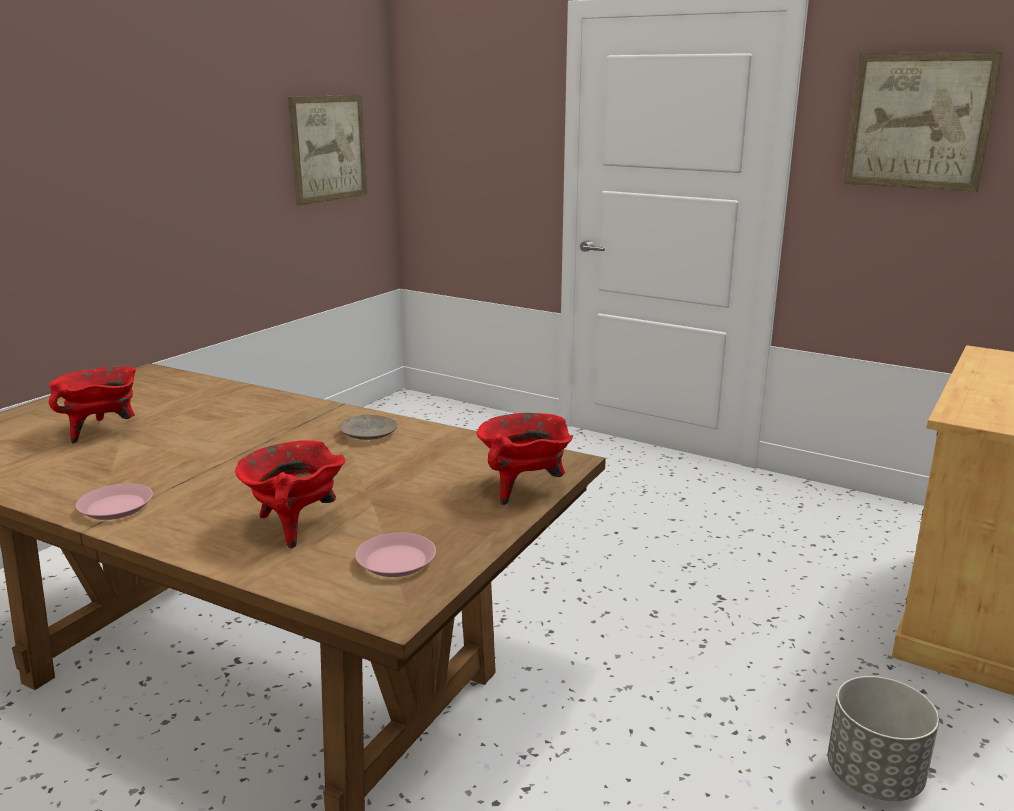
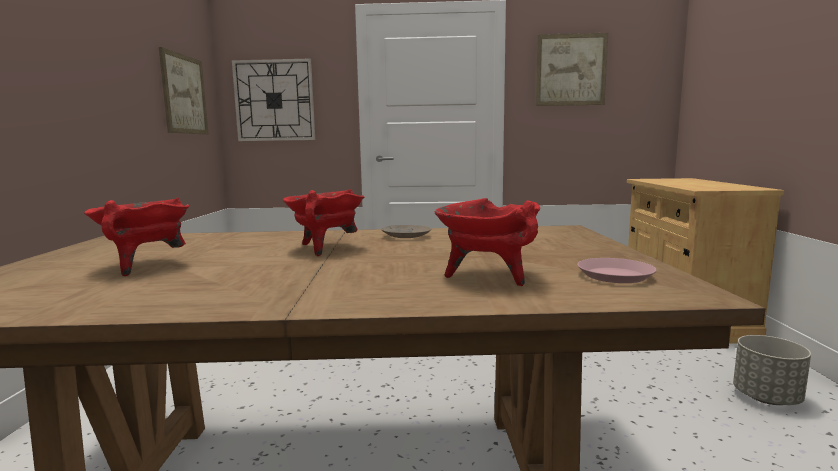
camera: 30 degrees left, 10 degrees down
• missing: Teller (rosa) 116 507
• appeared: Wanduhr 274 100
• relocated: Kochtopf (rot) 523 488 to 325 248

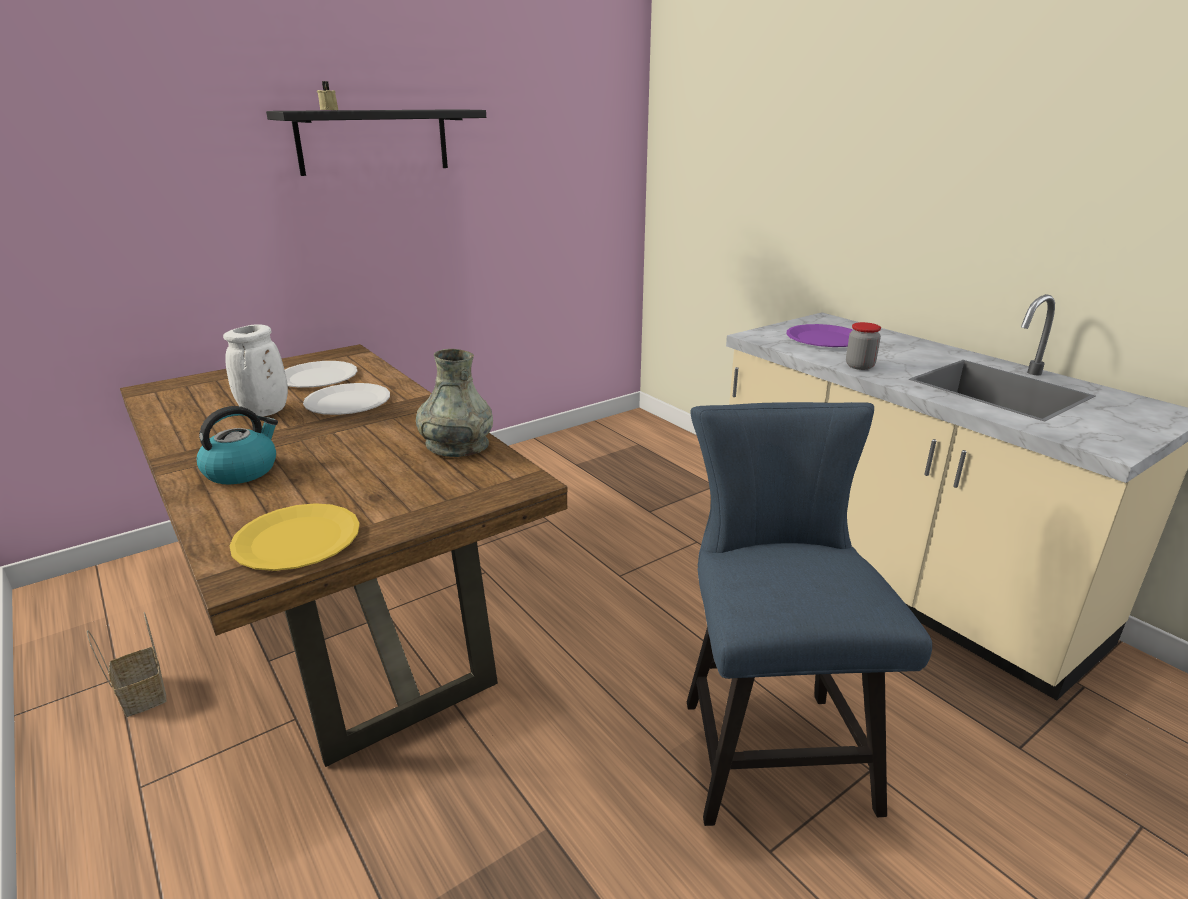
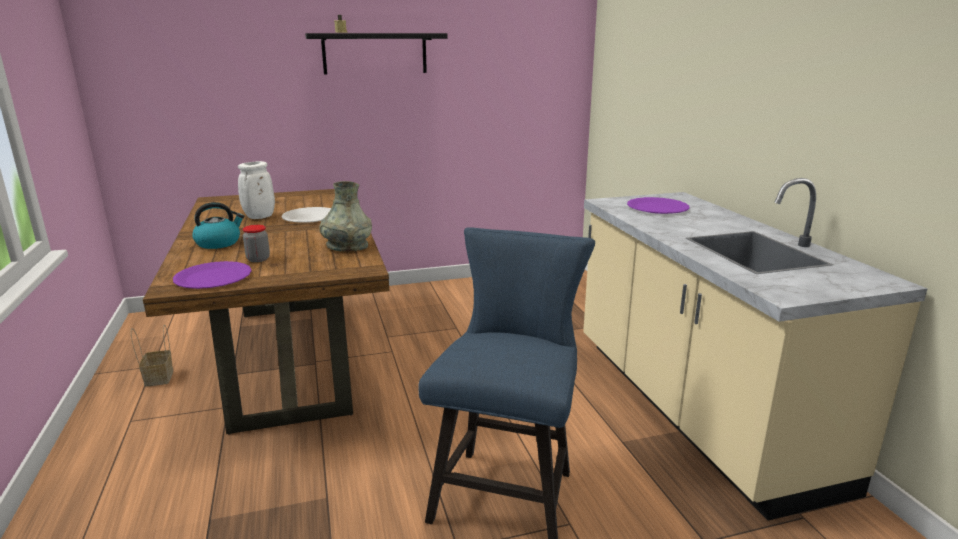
camera: 20 degrees right, 5 degrees down
• missing: Teller (weiß) 318 377
• relocated: Vorratsglas 859 366 to 258 259
• colour: Teller (gelb) 297 540 to Teller (lila) 213 277

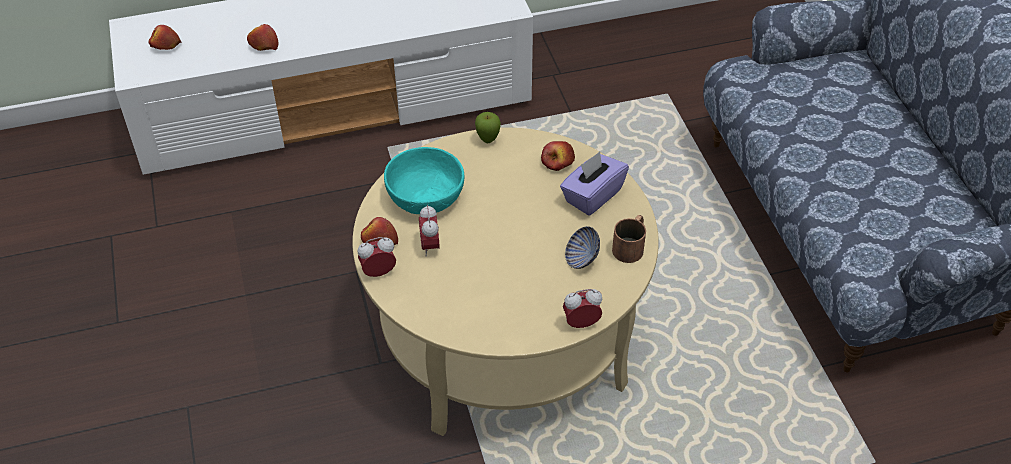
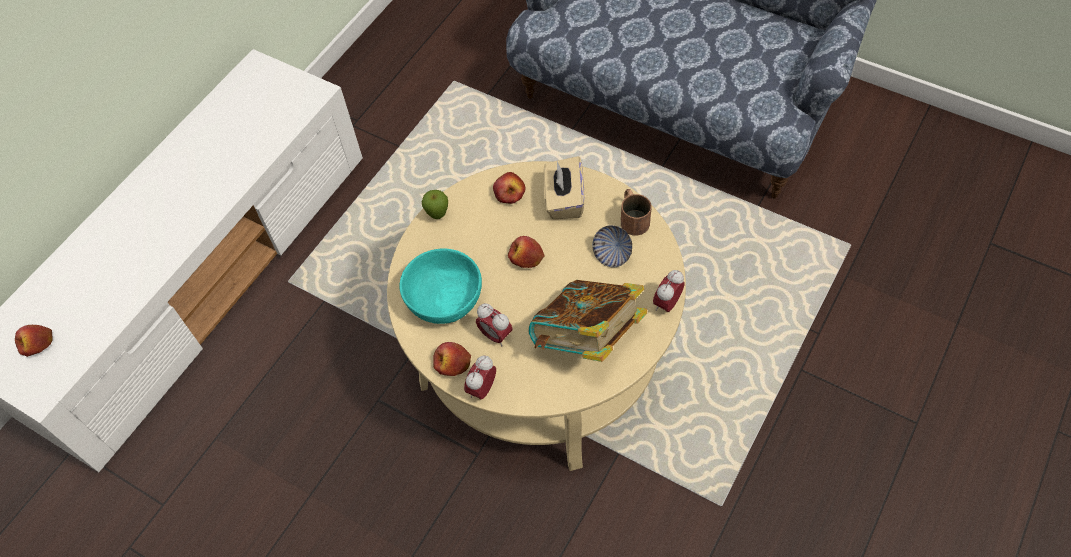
camera: 40 degrees left, 10 degrees up
• appeared: Buch 587 339
• relocated: Apfel 263 45 to 526 258
• colour: Taschentuchbox (lila) 592 195 to Taschentuchbox (beige) 564 200

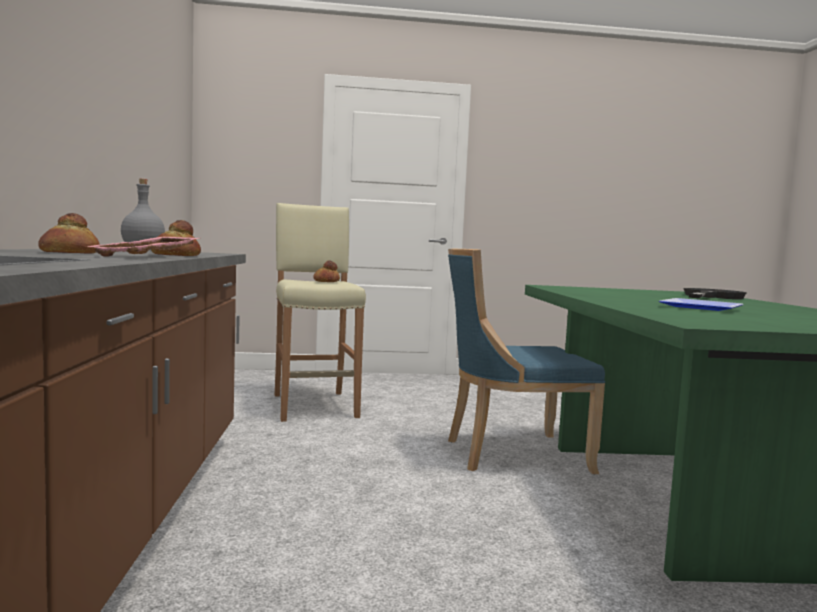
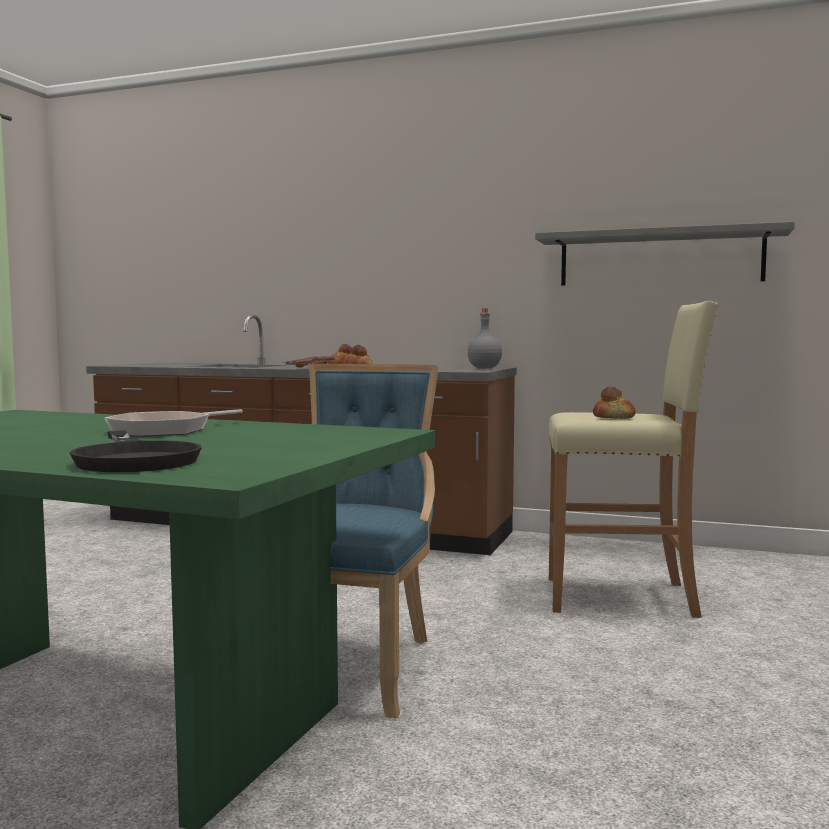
camera: 115 degrees right, 0 degrees up
• missing: Teller 703 308
• appeared: Pfanne 166 430
• appeared: Wandregal (grau) 659 258

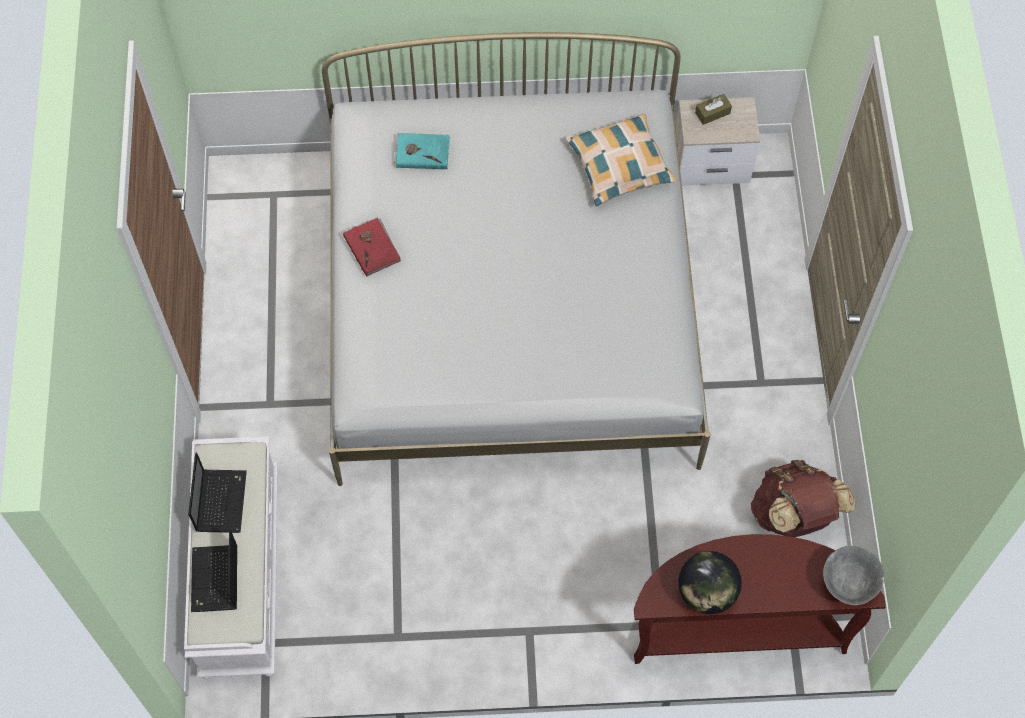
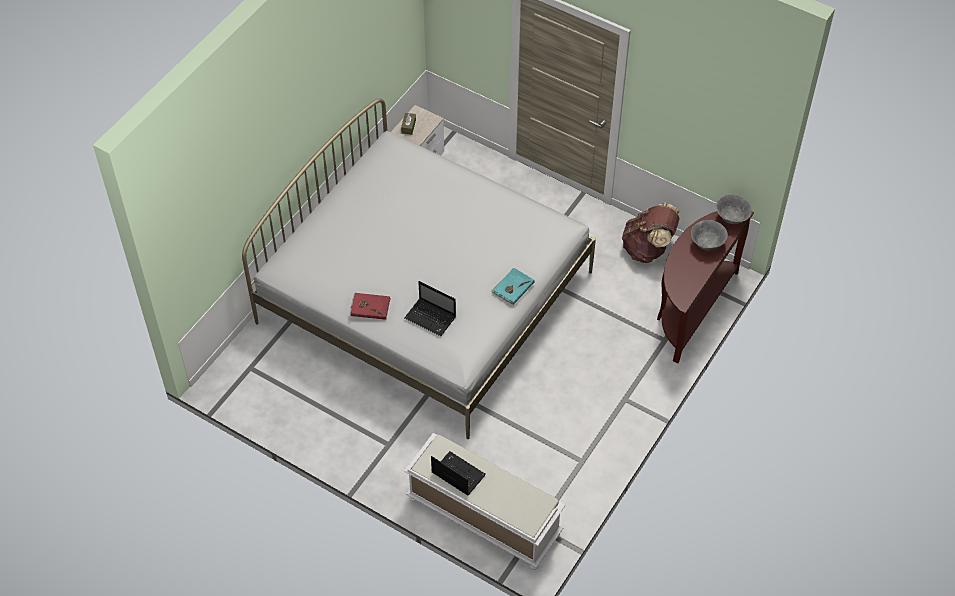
camera: 55 degrees left, 10 degrees down
• missing: Kissen 619 166
• missing: Globus 706 592
• appeared: Schüssel (grau) 707 244
• relocated: Laptop 216 580 to 431 318
• relocated: Buch (türkis) 422 152 to 512 287

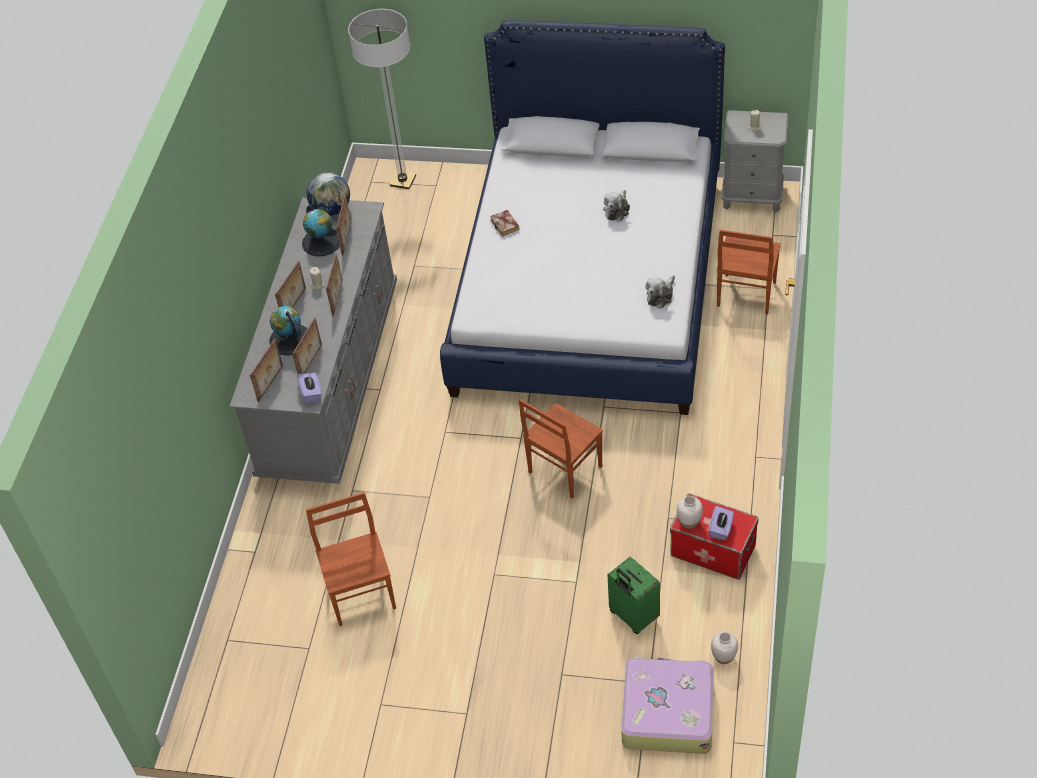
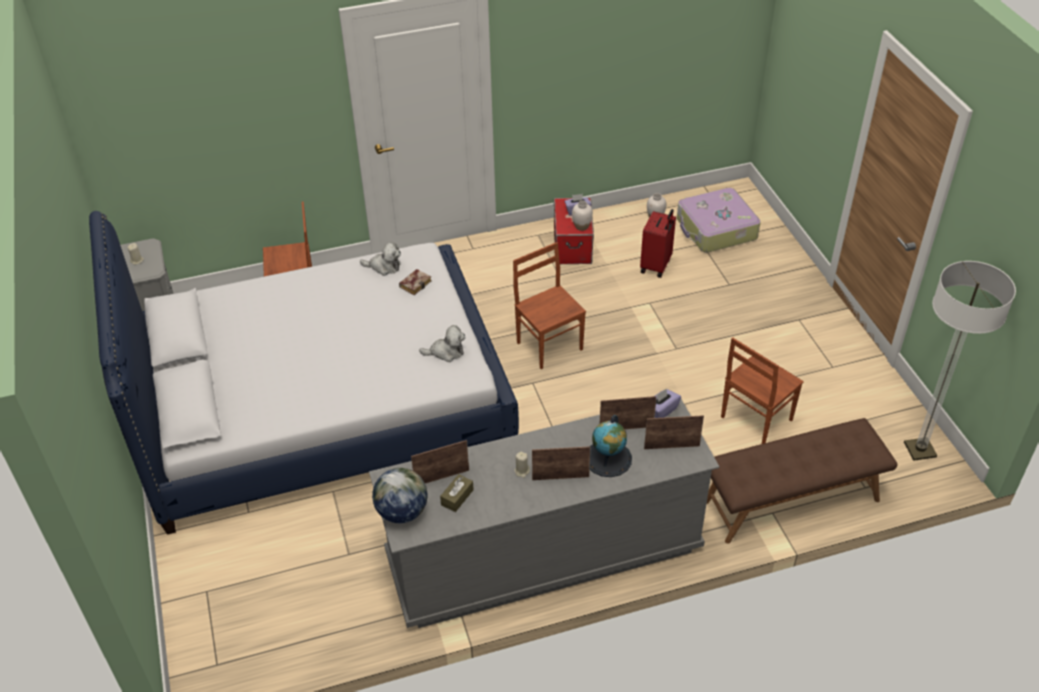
camera: 120 degrees left, 5 degrees down
• missing: Bilderrahmen 338 298
• appeared: Bank (braun) 791 501
• relocated: Stehlampe 403 181 to 920 450
• relocated: Buch 506 226 to 415 283
• relocated: Plüschtier 617 210 to 446 352
• exchanged: Globus 322 242 to Taschentuchbox (braun) 457 497
• colour: Koffer (grün) 632 616 to Koffer (rot) 656 266
• spun: Stuhl (braun) 563 469 = 549 345 135 degrees counterclockwise

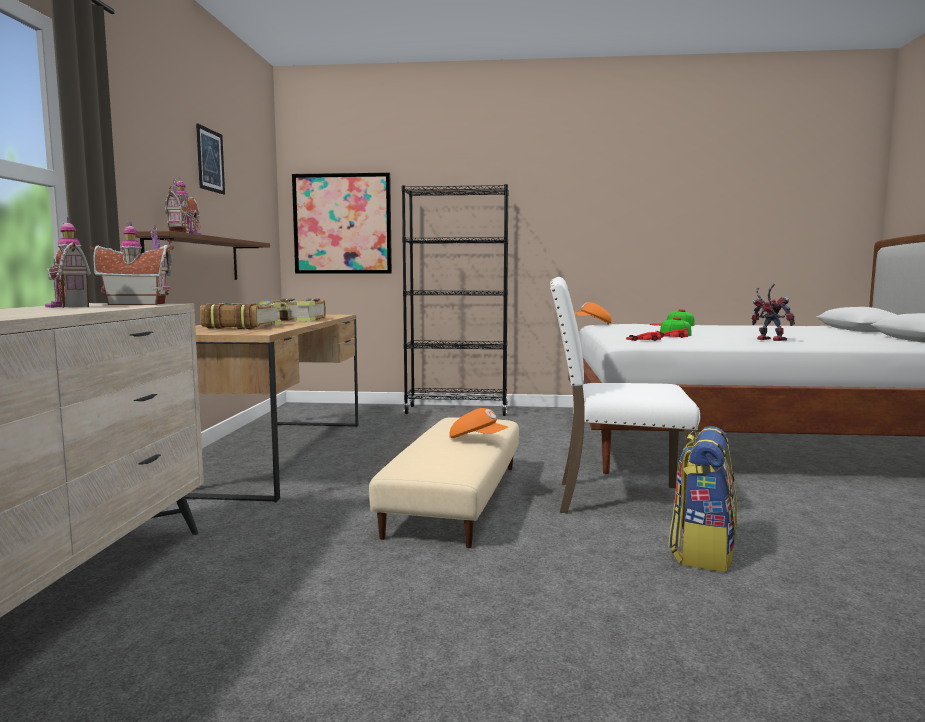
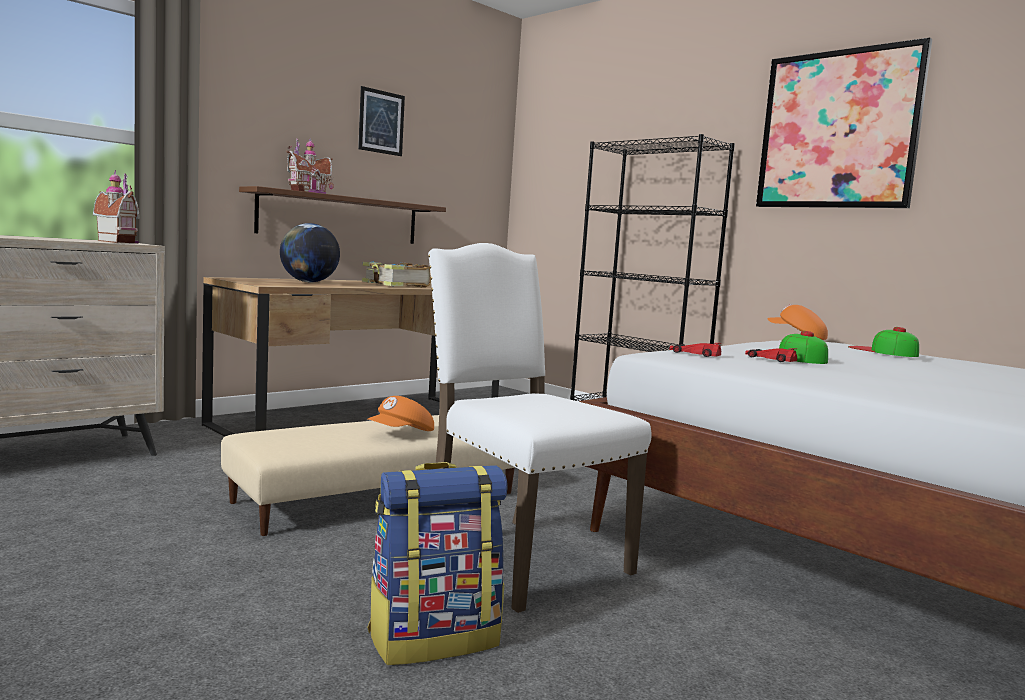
camera: 40 degrees right, 0 degrees up
• missing: Spielzeughaus 67 306
• missing: Spielzeugroboter 768 340
• relocated: Bild 342 224 to 838 130
• exchanged: Buch 241 326 to Globus 309 282
• spun: Kappe (orange) 478 439 = 401 434 60 degrees clockwise

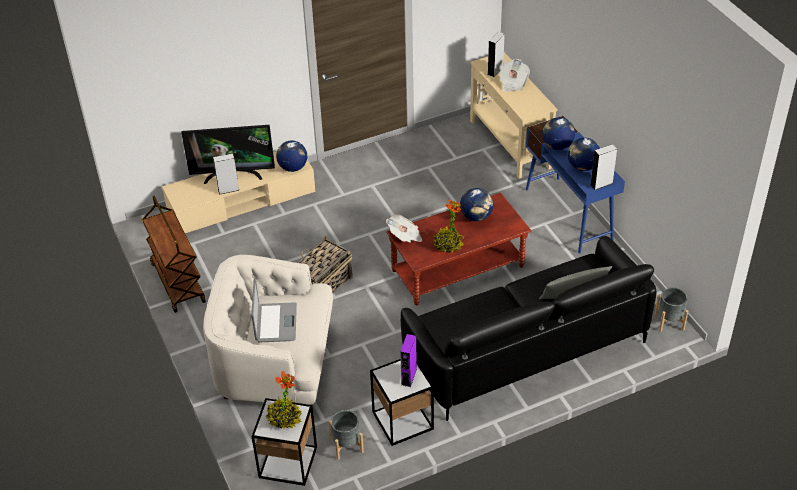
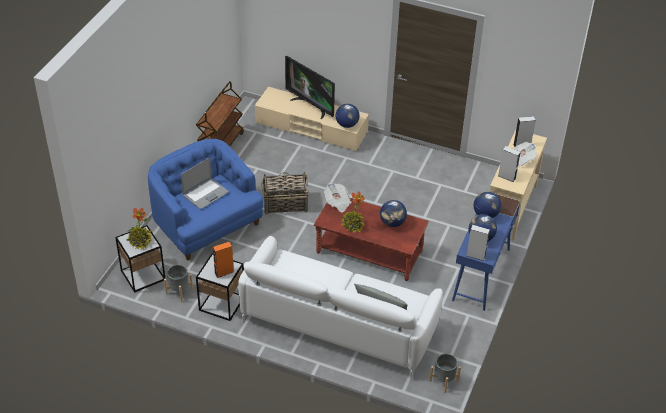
camera: 45 degrees right, 0 degrees up
• relocated: Lautsprecher (grau) 228 189 to 506 177
• colour: Sessel (weiß) 276 364 to Sessel (blau) 206 224
• colour: Lautsprecher (lila) 409 377 to Lautsprecher (orange) 224 272
• colour: Sofa (schwarz) 525 348 to Sofa (weiß) 338 323

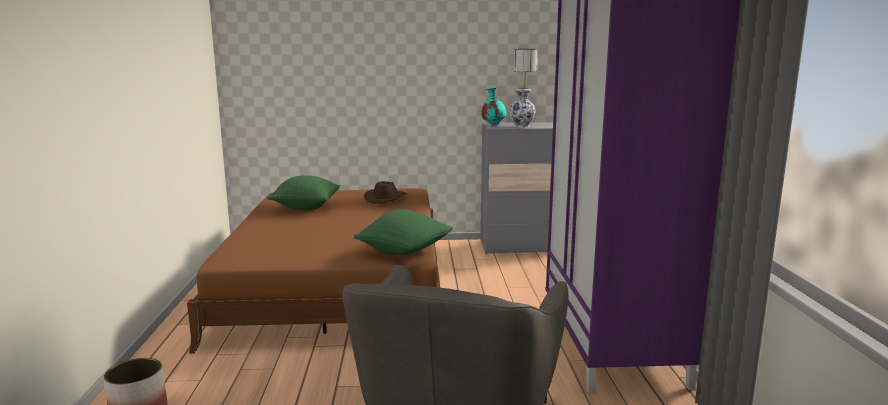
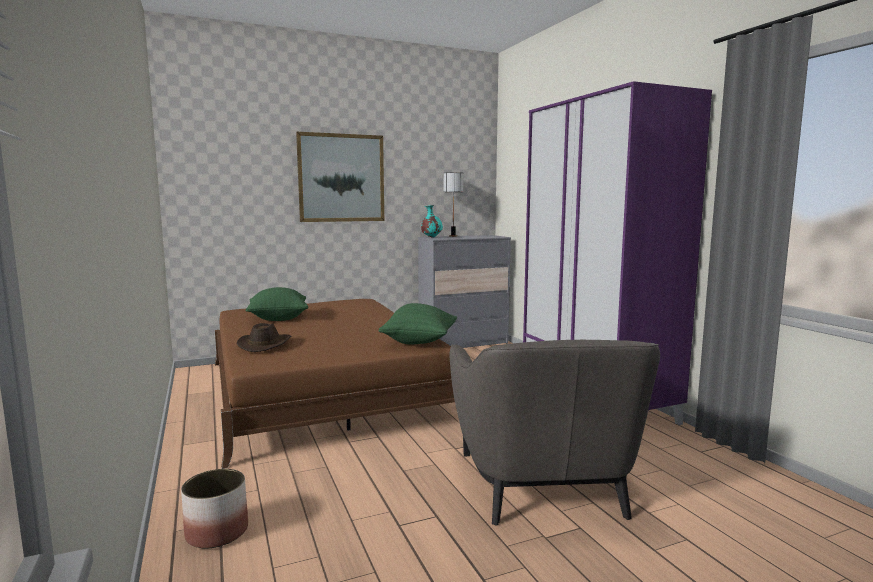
camera: 20 degrees left, 5 degrees down
• missing: Vase 522 126
• appeared: Bild 341 178
• relocated: Hut (braun) 385 198 to 265 344

